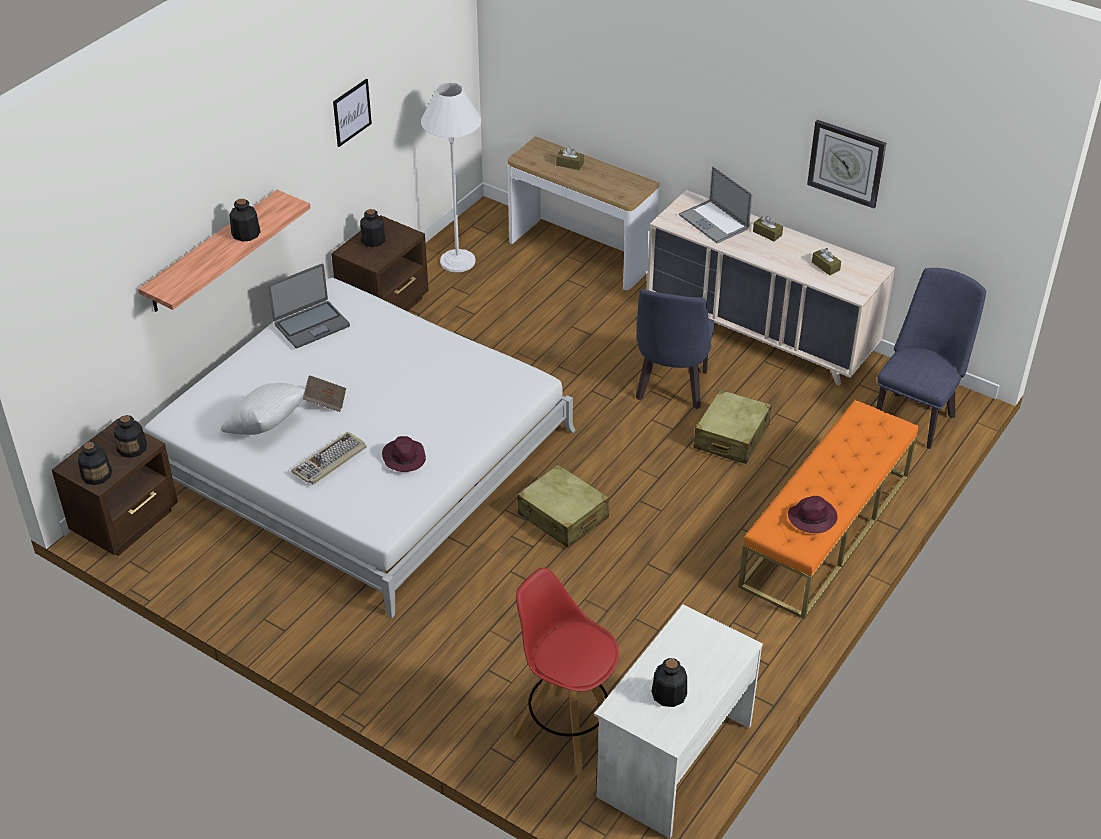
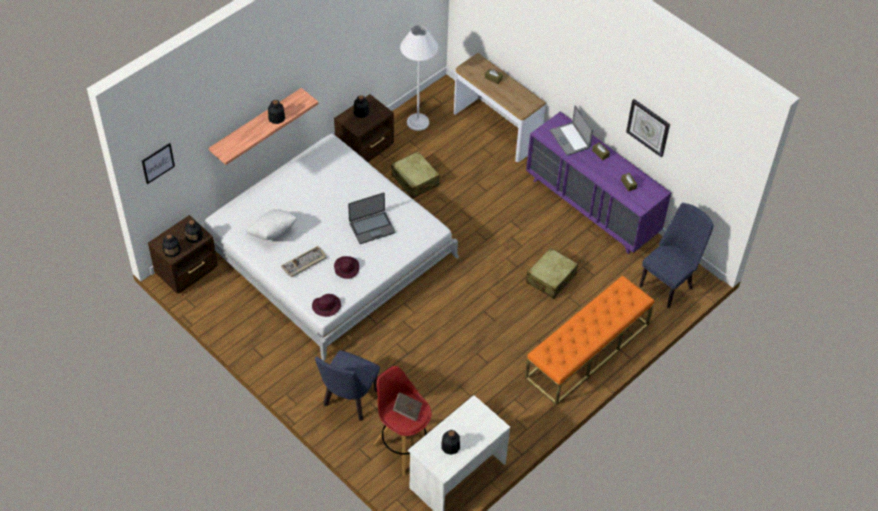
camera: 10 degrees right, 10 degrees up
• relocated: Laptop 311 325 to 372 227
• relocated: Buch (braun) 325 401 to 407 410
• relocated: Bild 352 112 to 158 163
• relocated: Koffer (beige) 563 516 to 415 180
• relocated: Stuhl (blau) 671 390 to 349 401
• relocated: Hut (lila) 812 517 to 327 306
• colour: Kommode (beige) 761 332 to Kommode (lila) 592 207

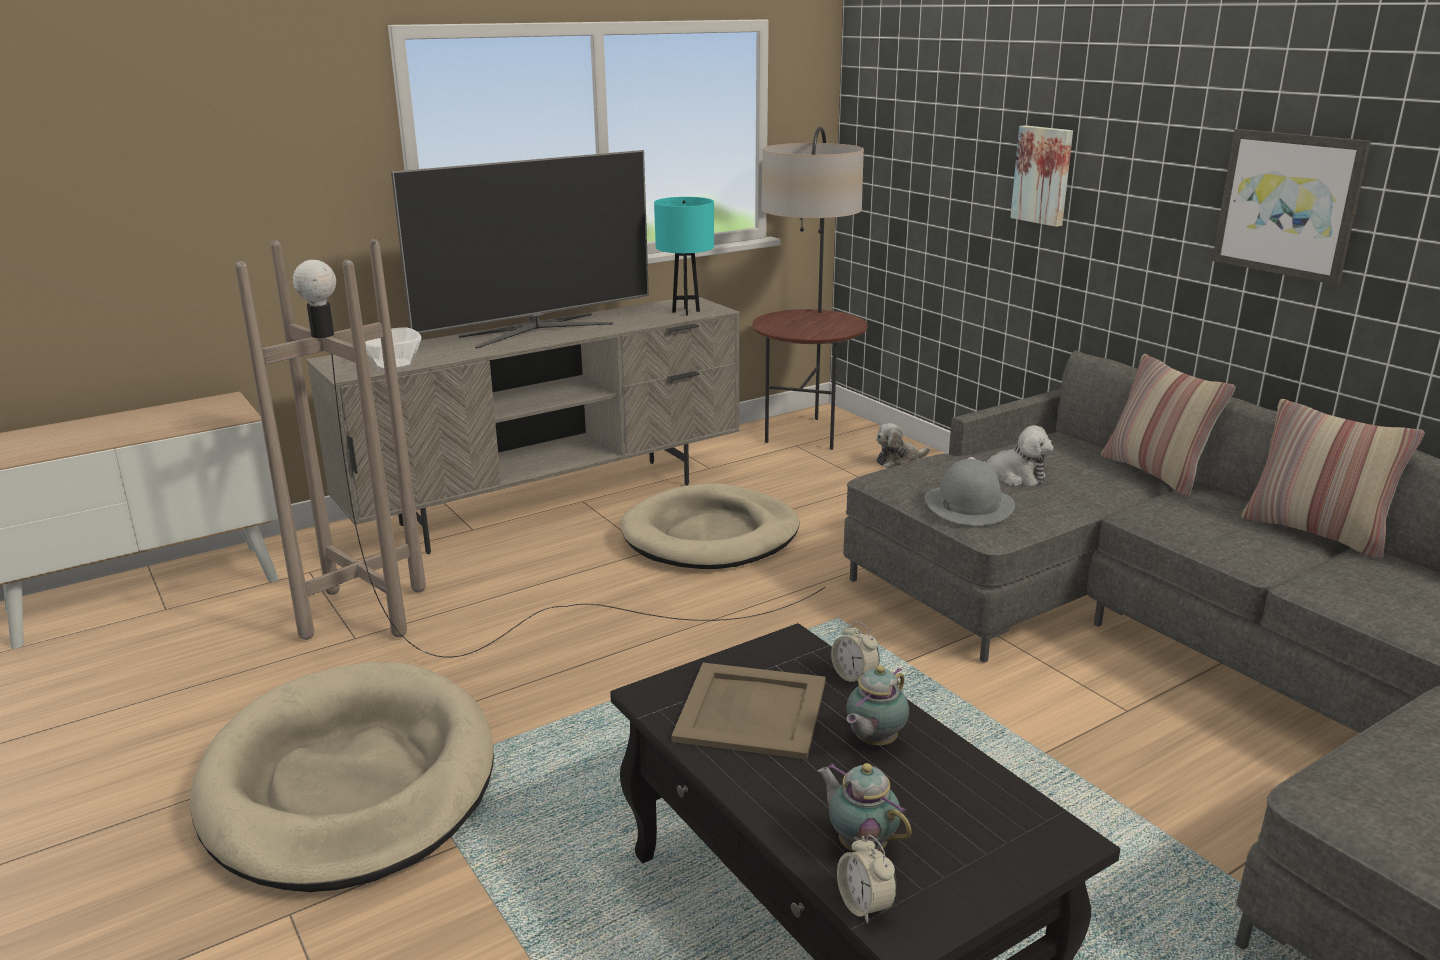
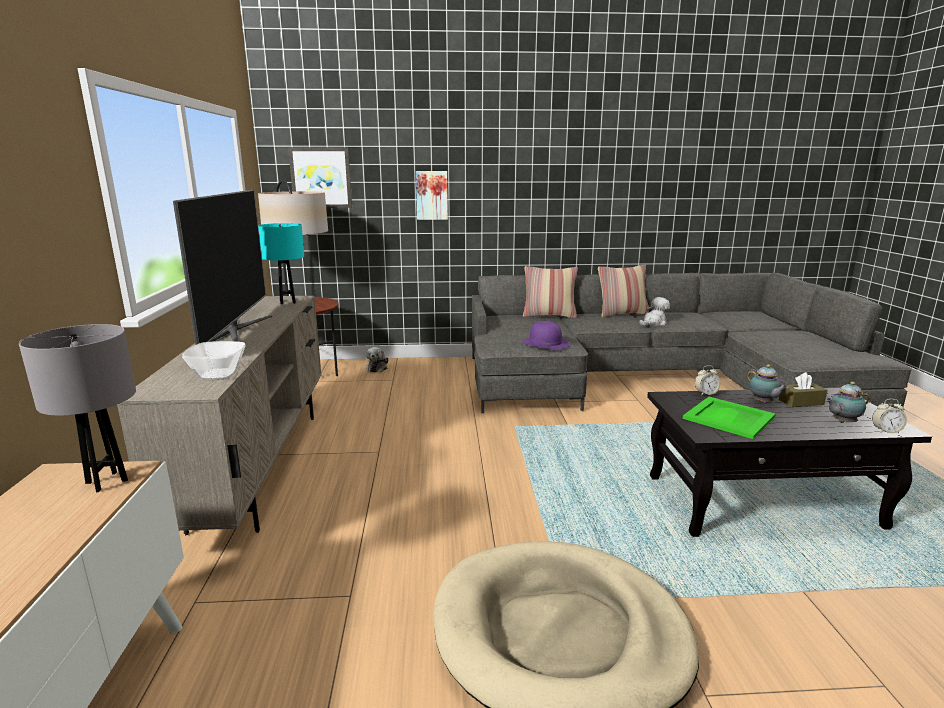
camera: 60 degrees left, 5 degrees down
• missing: Stehlampe (braun) 473 619
• missing: Hundebett (beige) 711 535
• appeared: Tischlampe (grau) 106 481
• appeared: Taschentuchbox (braun) 801 402
• relocated: Plüschtier 1013 476 to 654 323
• relocated: Bild 1288 204 to 321 177
• colour: Tablett (beige) 752 711 to Tablett (grün) 729 417
• colour: Hut (grau) 968 504 to Hut (lila) 545 343

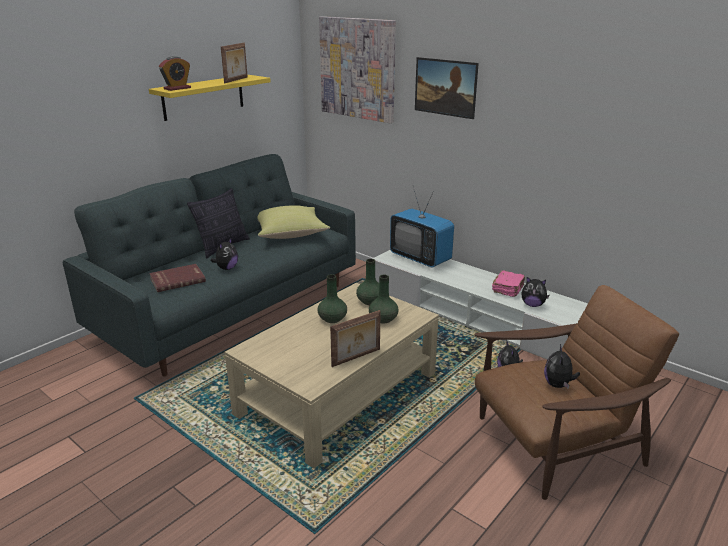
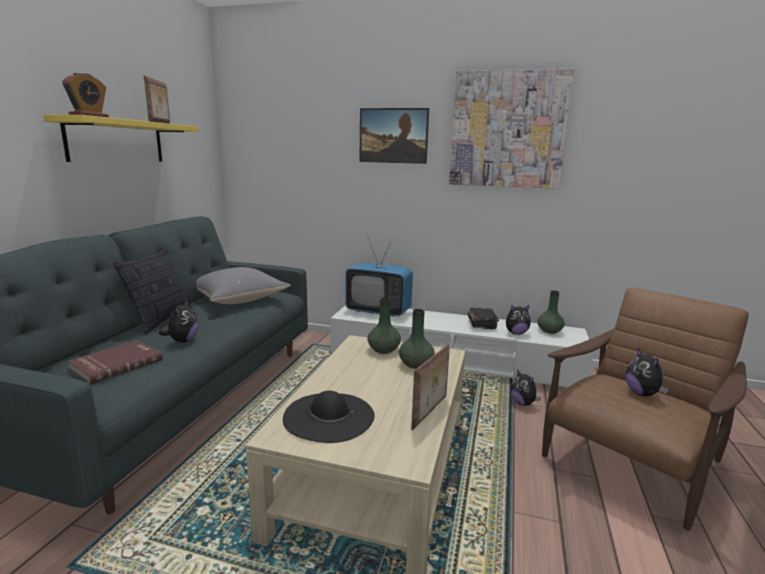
camera: 25 degrees left, 10 degrees down
• appeared: Hut (schwarz) 329 416
• relocated: Vase (grün) 332 319 to 549 331
• relocated: Bild 357 68 to 508 130
• colour: Kissen (gelb) 290 234 to Kissen (grau) 238 300
• colour: Buch (rosa) 508 289 to Buch (schwarz) 482 324

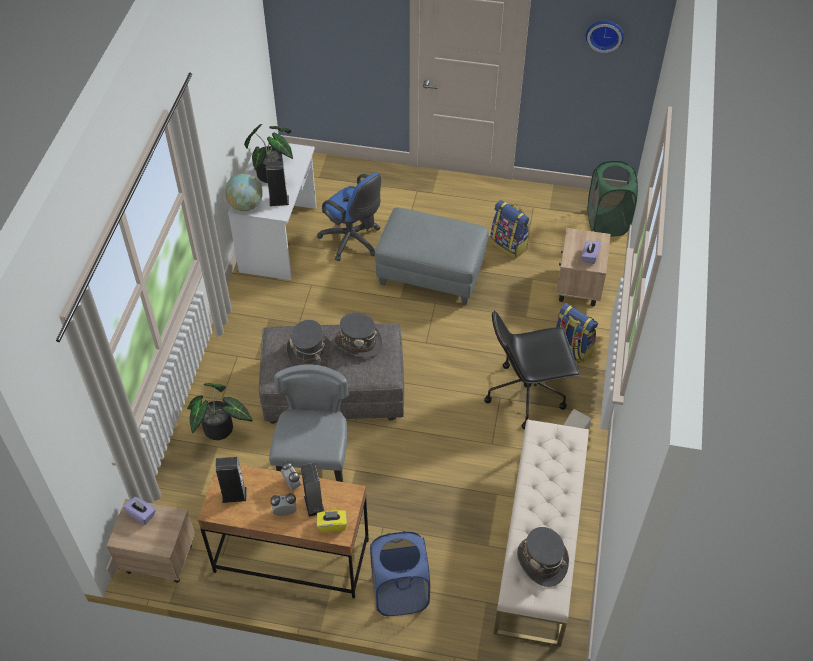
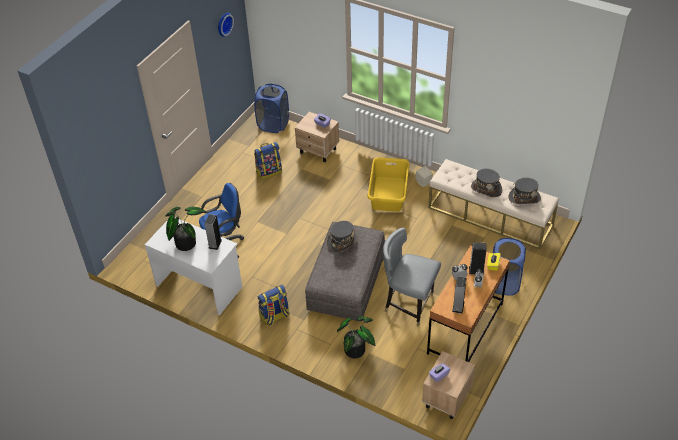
camera: 70 degrees left, 5 degrees down
• missing: Globus 245 205
• missing: Polsterhocker (grau) 432 274
• relocated: Hut (grau) 309 351 to 486 189
• relocated: Rucksack 571 349 to 274 317
• exchanged: Bürostuhl (schwarz) 527 394 to Wäschekorb (gelb) 388 194
• colour: Wäschekorb (grün) 607 222 to Wäschekorb (blau) 273 124

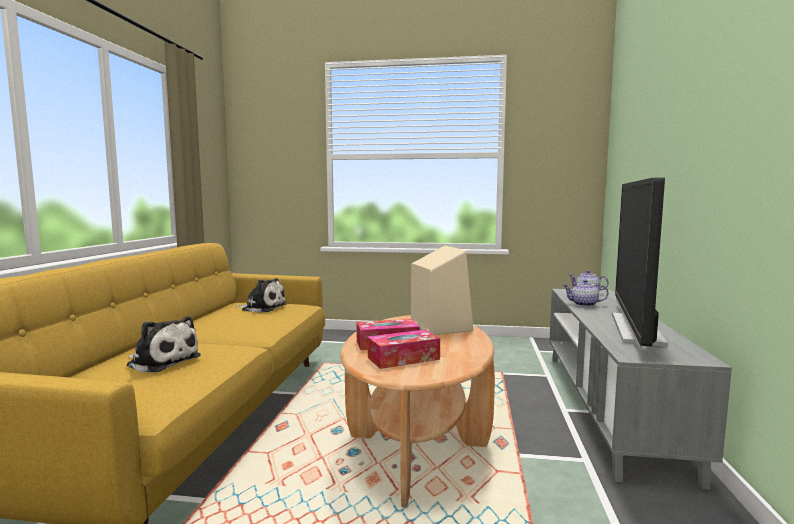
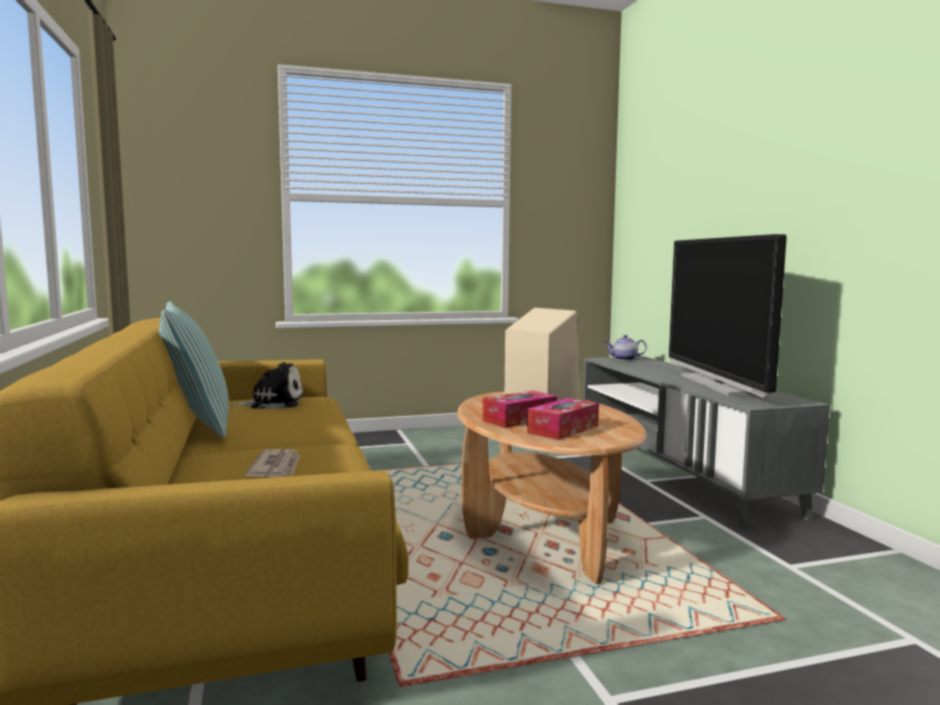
camera: 25 degrees left, 0 degrees up
• missing: Teekanne 584 304
• appeared: Kissen 197 425
• exchanged: Plüschtier 162 361 to Zeitung 276 467

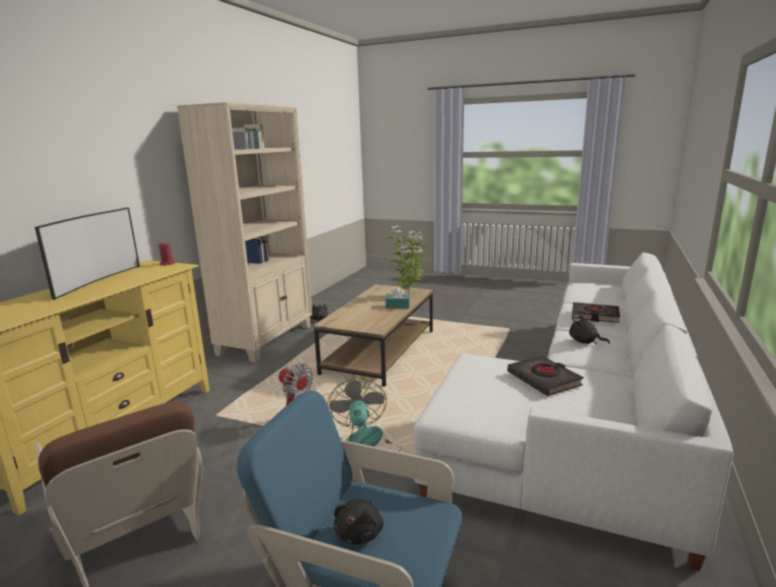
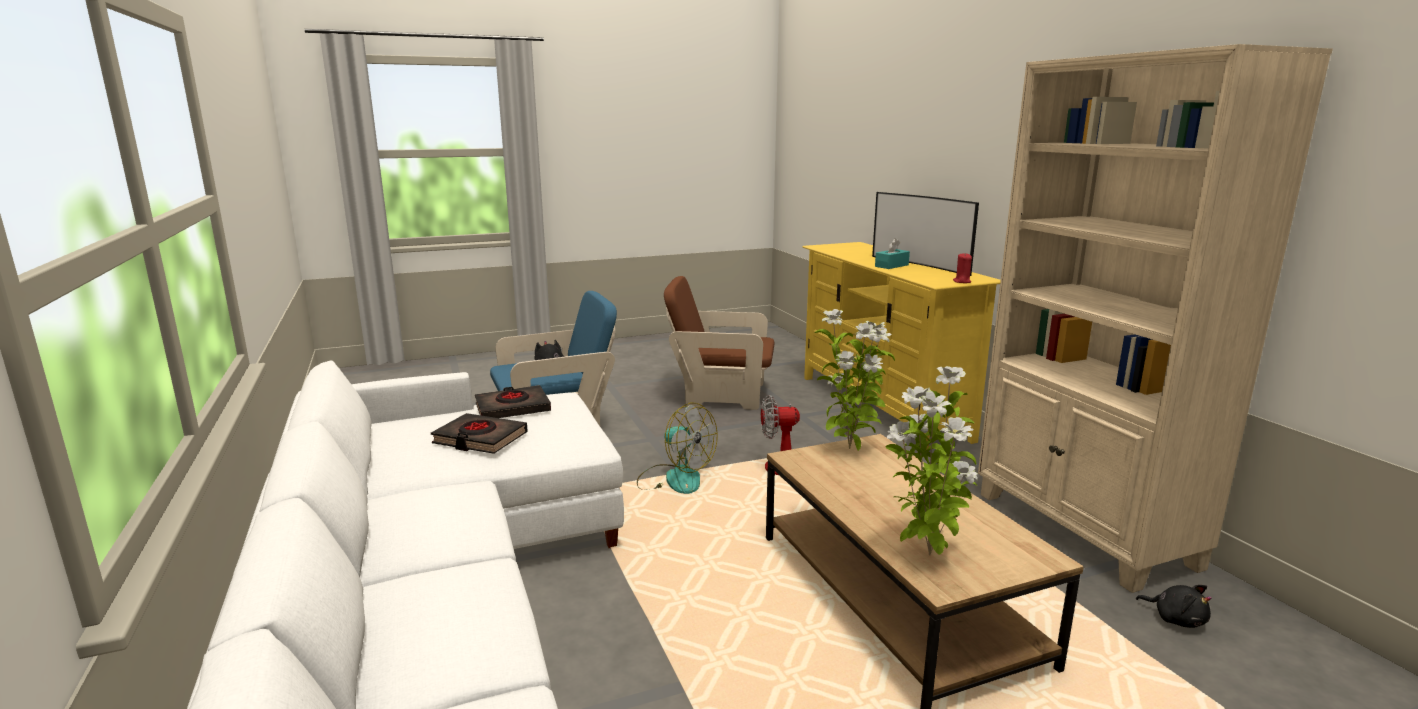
camera: 135 degrees right, 0 degrees up
• missing: Plüschtier (schwarz) 585 342
• appeared: Topfpflanze 850 450
• relocated: Taschentuchbox (türkis) 397 306 to 891 266
• relocated: Buch (schwarz) 594 316 to 512 408

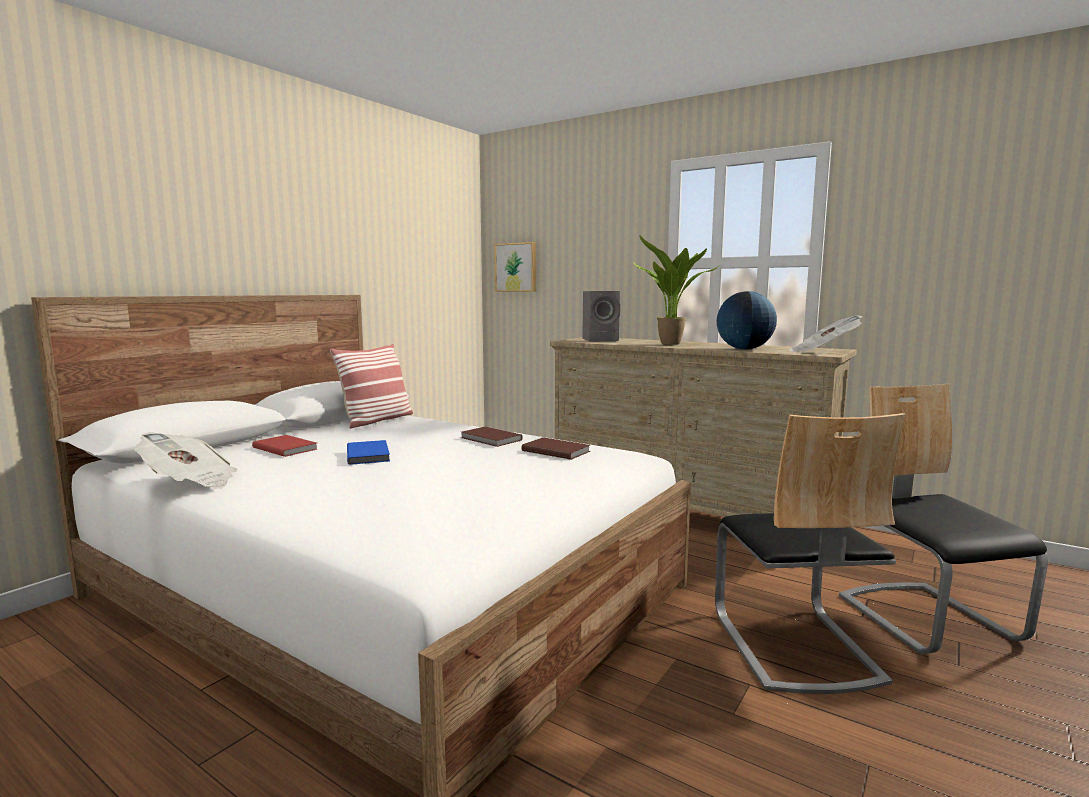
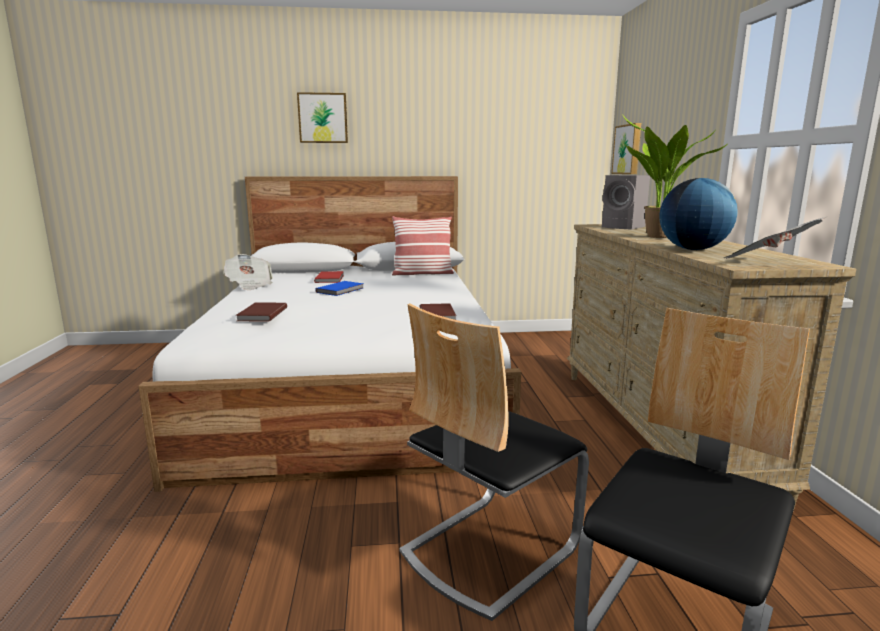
camera: 50 degrees right, 5 degrees up
• appeared: Bild 323 118
• relocated: Buch (braun) 490 439 to 261 314

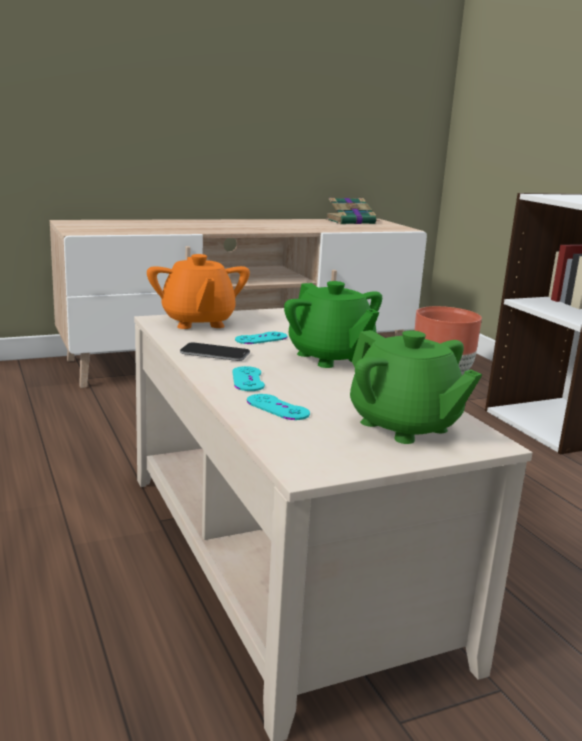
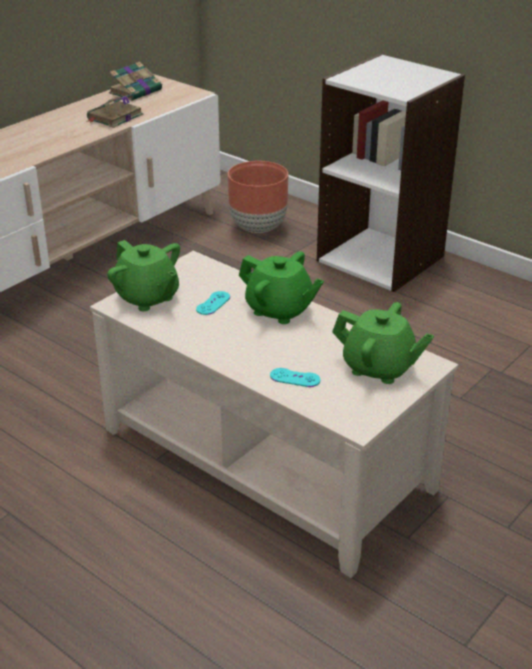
camera: 25 degrees left, 15 degrees up
• missing: Handy 215 353
• missing: Gamepad (türkis) 248 379
• appeared: Buch 114 117
• colour: Teekanne (orange) 198 322 to Teekanne (grün) 147 298

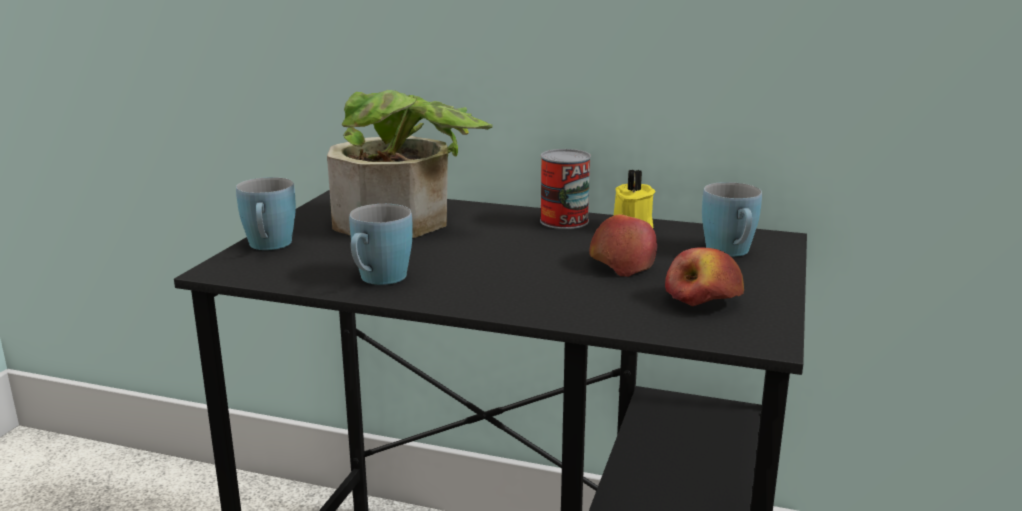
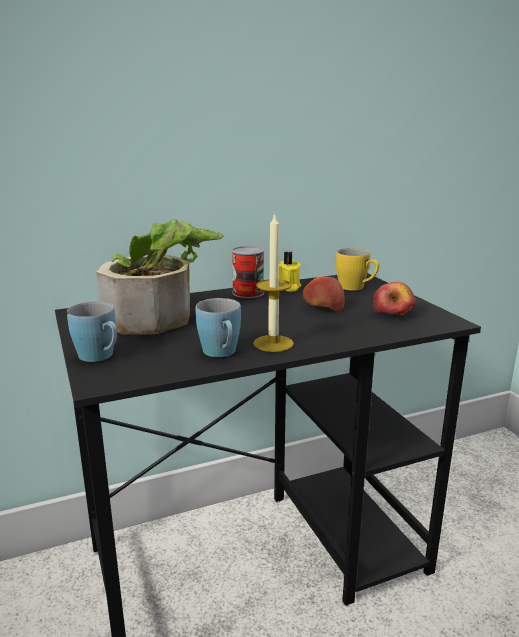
camera: 40 degrees left, 0 degrees up
• appeared: Kerze 273 343
• colour: Henkelbecher (blau) 731 253 to Henkelbecher (gelb) 356 288

